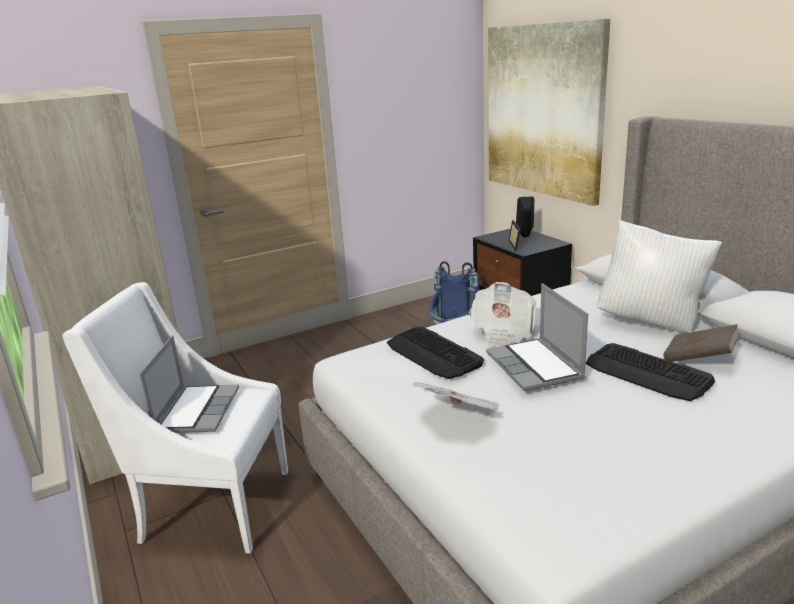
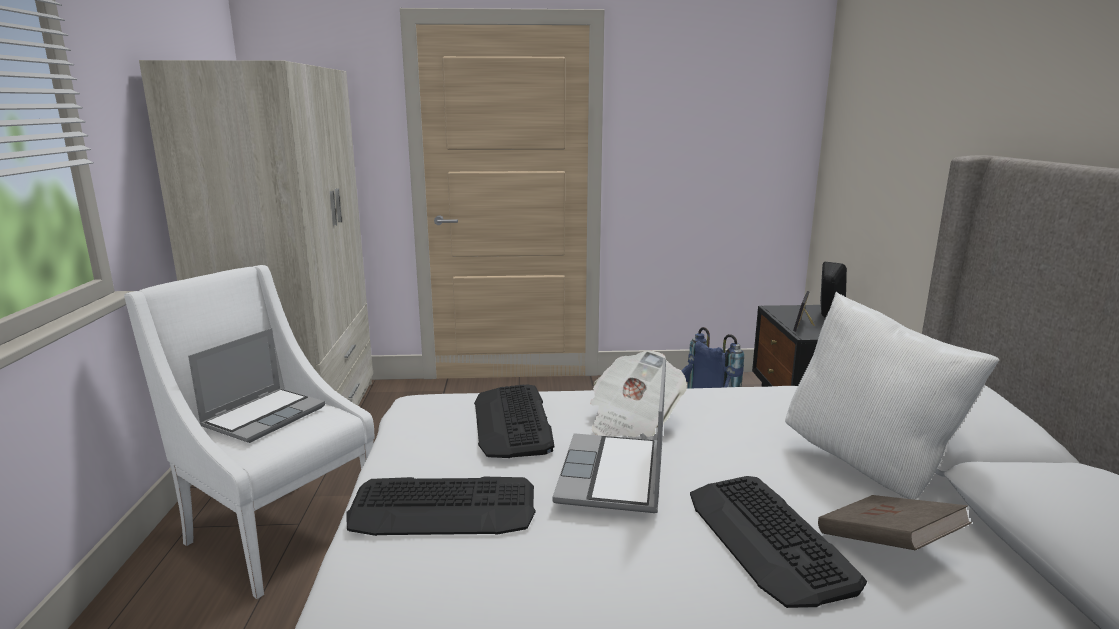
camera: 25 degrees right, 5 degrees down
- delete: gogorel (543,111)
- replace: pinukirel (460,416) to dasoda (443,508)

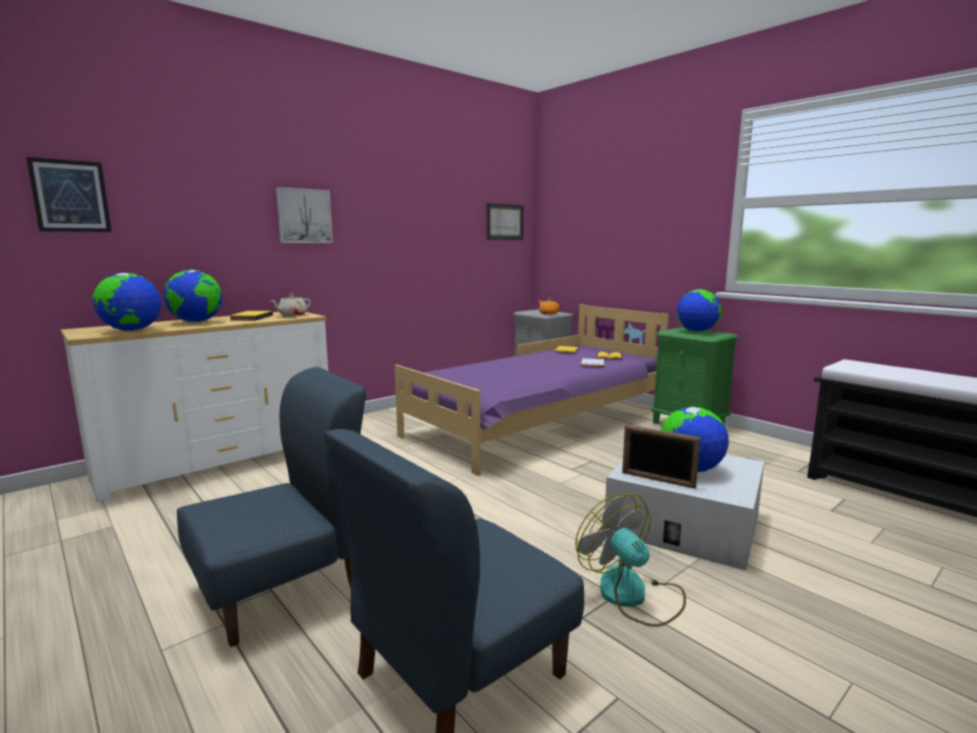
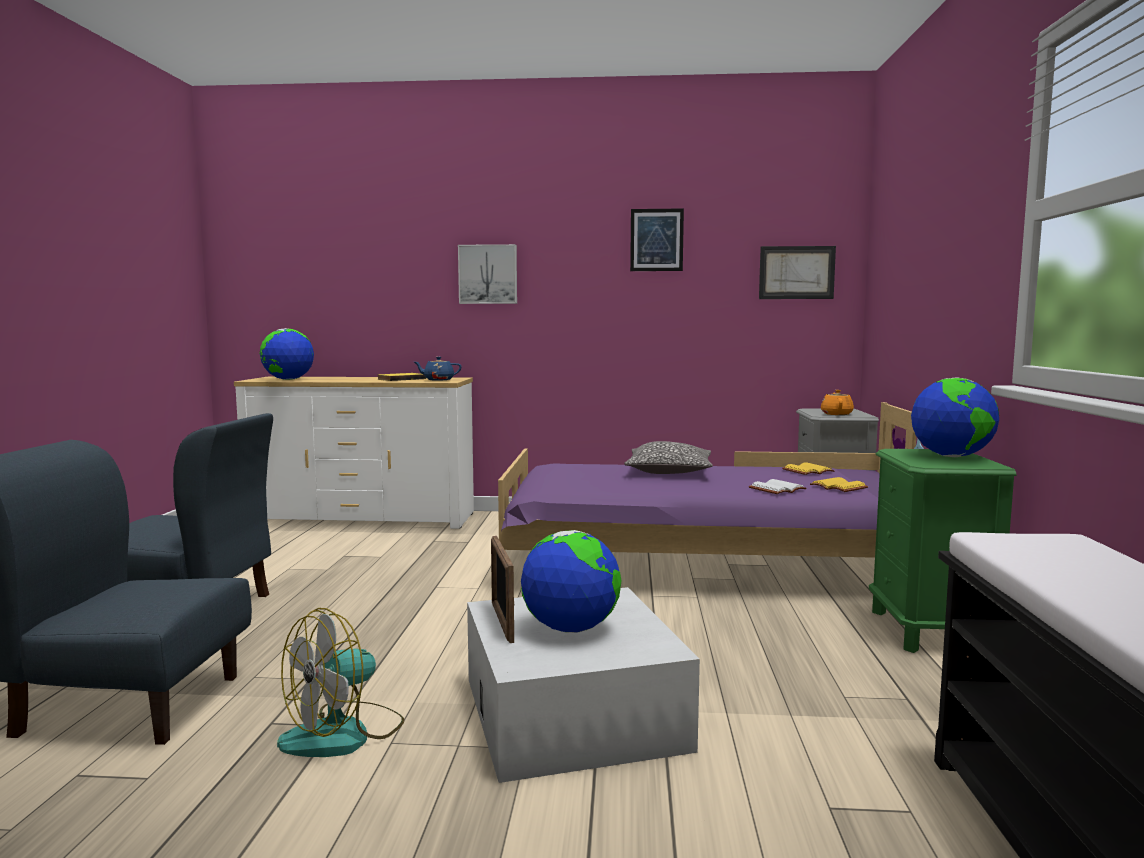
camera: 45 degrees right, 5 degrees down
- move: gogorel (70,196) to (656,240)
- delete: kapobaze (196,322)
- recolor: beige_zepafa (292,315) to blue_zepafa (438,380)
- rotate: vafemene (632,596) = (344,734) 150 degrees counterclockwise
- insert: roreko (669,471)

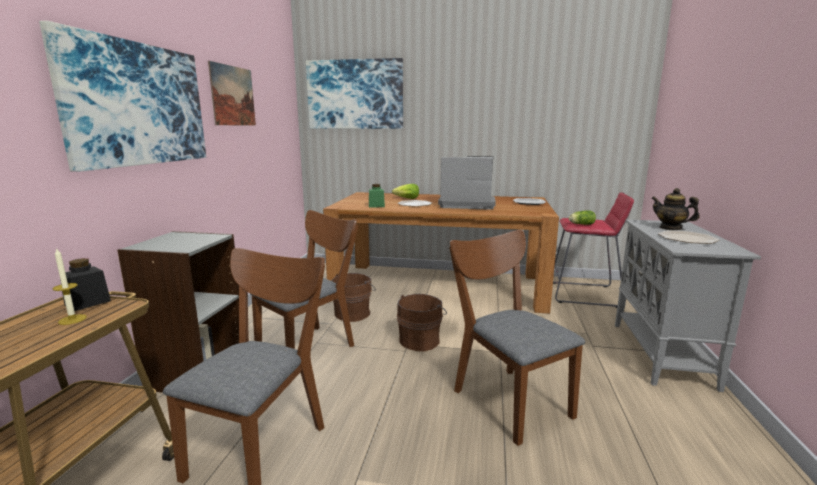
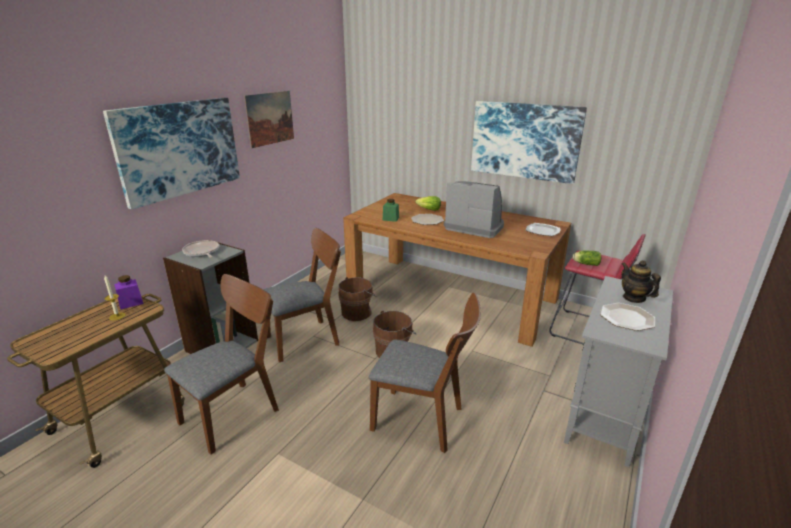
camera: 20 degrees right, 10 degrees up
- move: gogorel (355,94) to (525,141)
- rotate: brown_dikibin (506,398) = (424,421) 120 degrees clockwise
- recolor: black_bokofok (87,303) to purple_bokofok (131,303)
- insert: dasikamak (202,252)

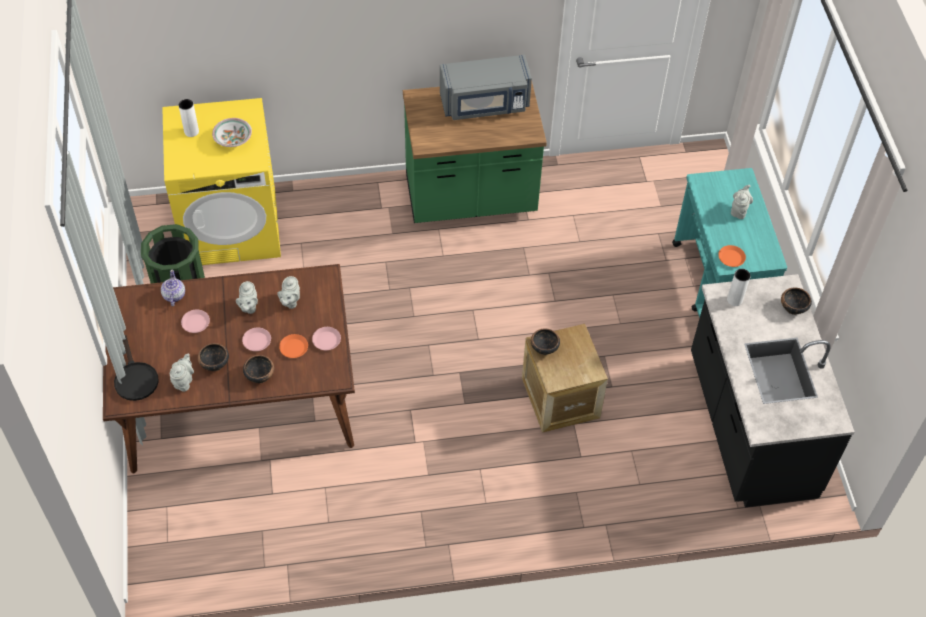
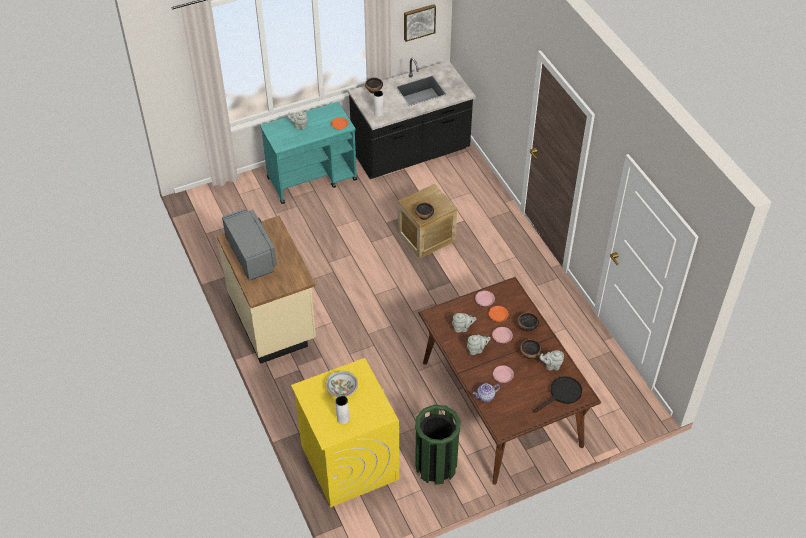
camera: 105 degrees left, 5 degrees down
- recolor: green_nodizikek (470,198) to beige_nodizikek (273,319)
- insert: gogorel (419,21)

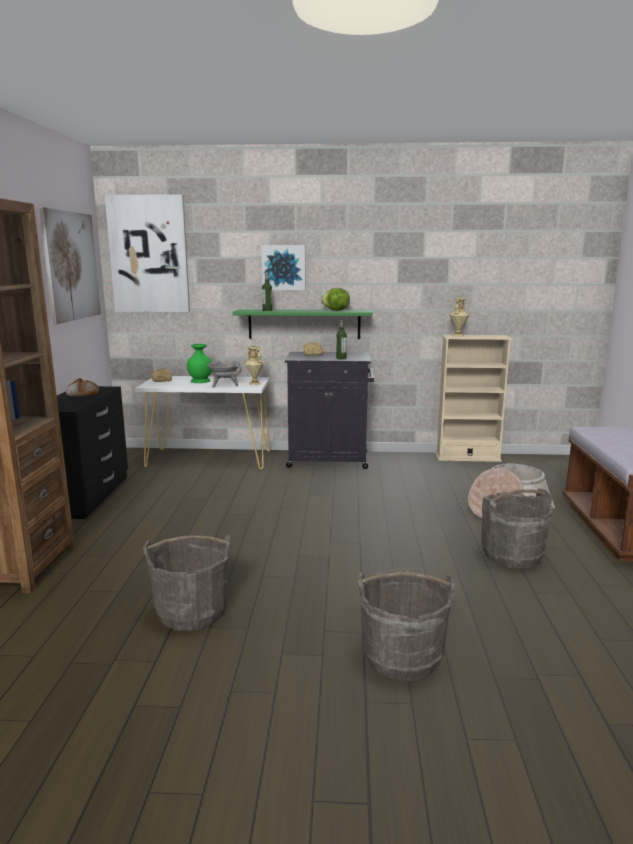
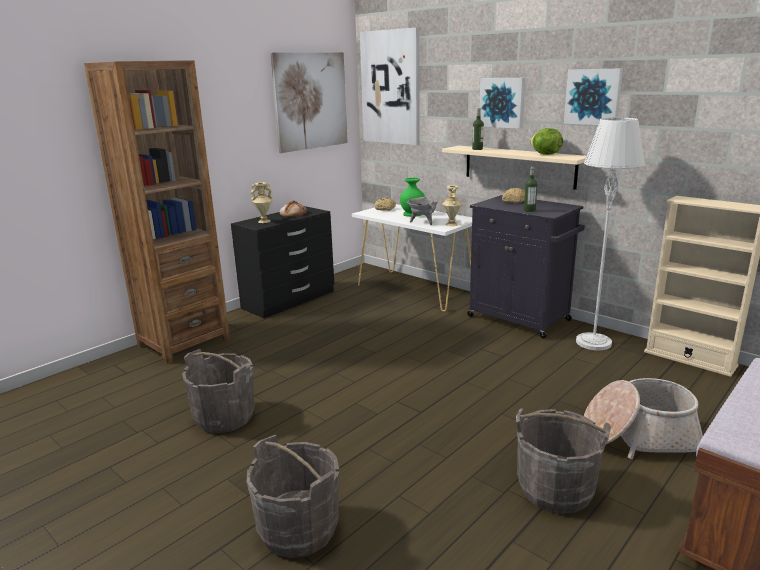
camera: 40 degrees right, 5 degrees up
- move: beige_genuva (458,335) to (264,221)
- recolor: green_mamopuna (304,324) to beige_mamopuna (519,166)
- insert: gogorel (593,97)
- insert: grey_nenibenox (593,342)

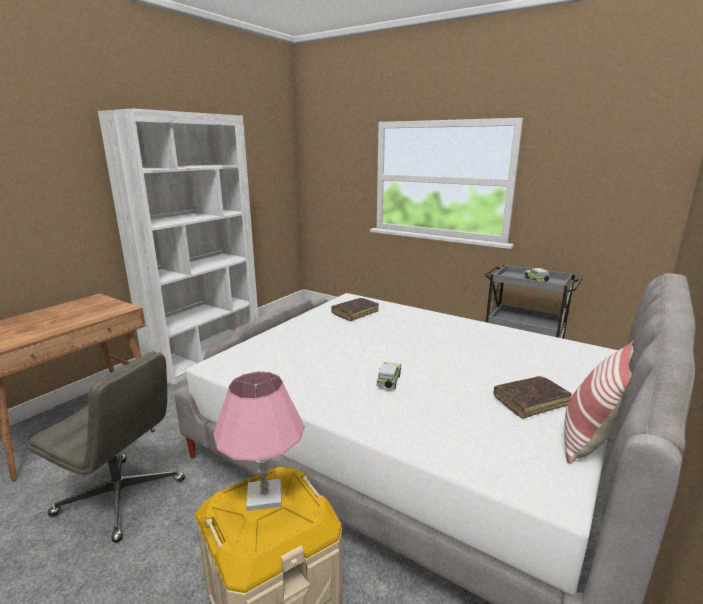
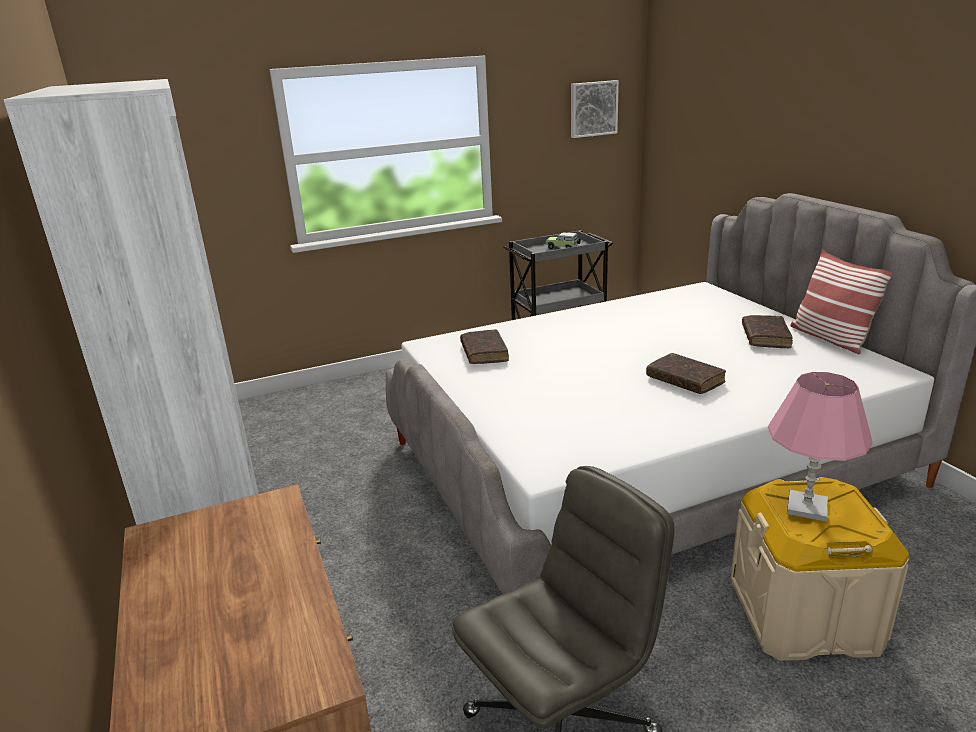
camera: 55 degrees left, 5 degrees up
- replace: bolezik (388,382) to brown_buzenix (685,381)
- insert: gogorel (593,108)

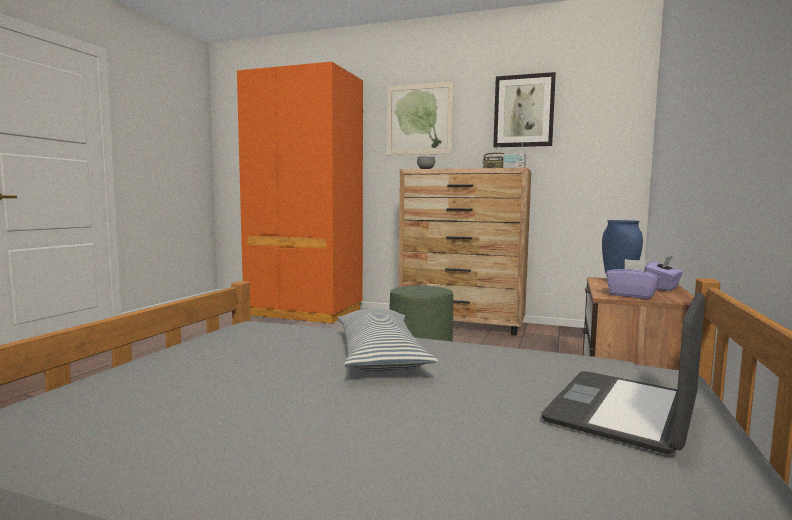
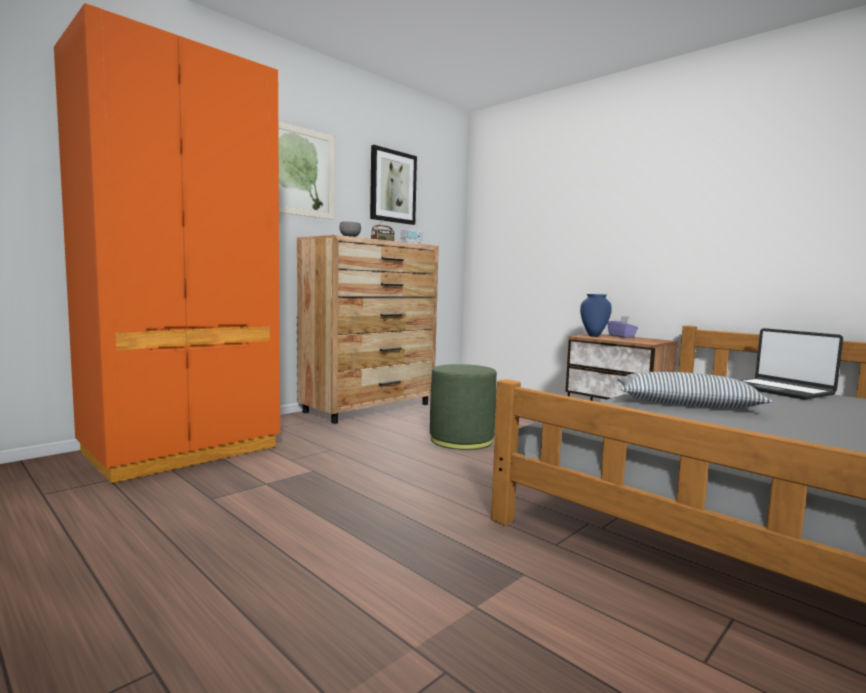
camera: 65 degrees left, 0 degrees up
- delete: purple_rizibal (631,295)

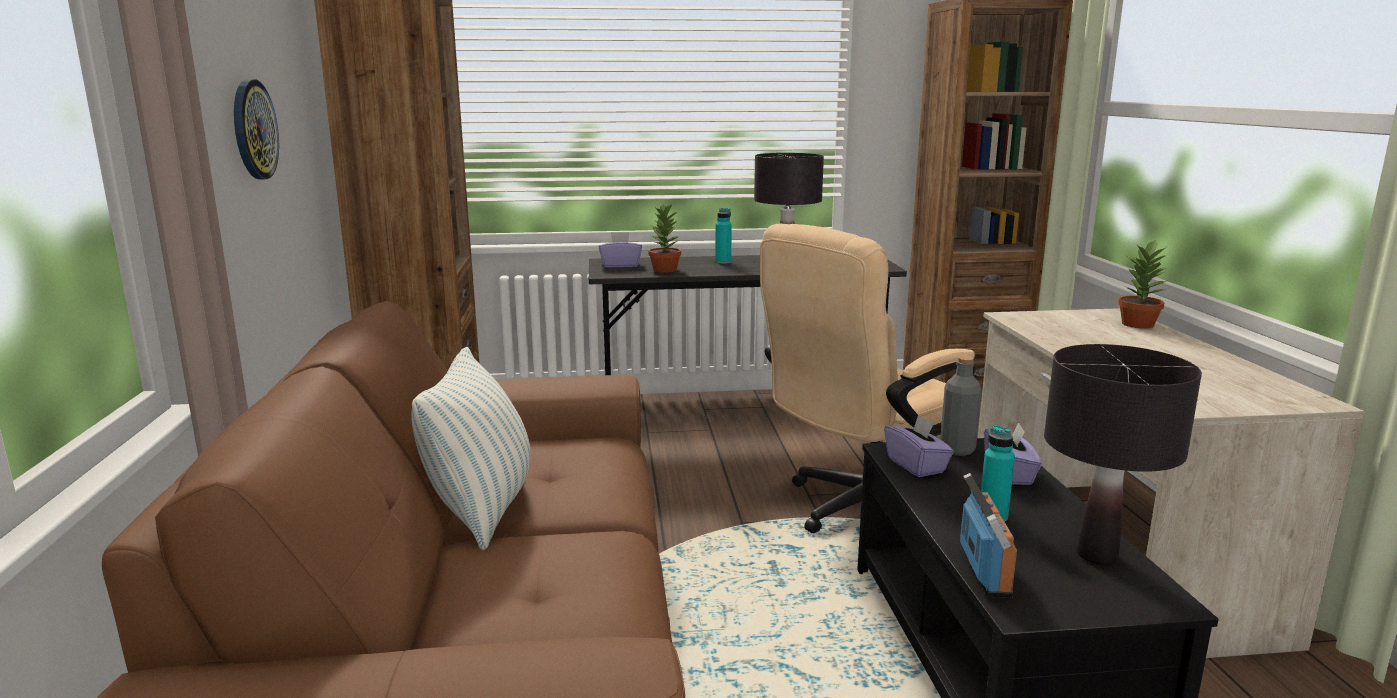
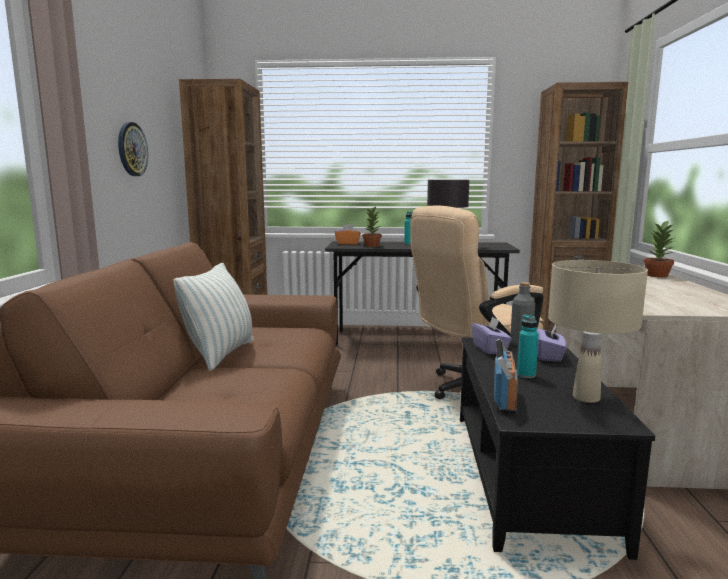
camera: 10 degrees right, 5 degrees down
- recolor: purple_rizibal (620,265) to orange_rizibal (348,243)
- recolor: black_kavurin (1097,555) to beige_kavurin (586,398)

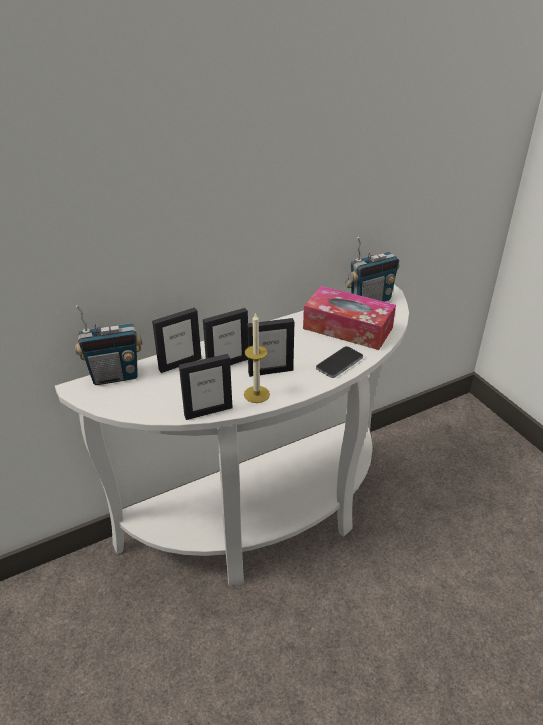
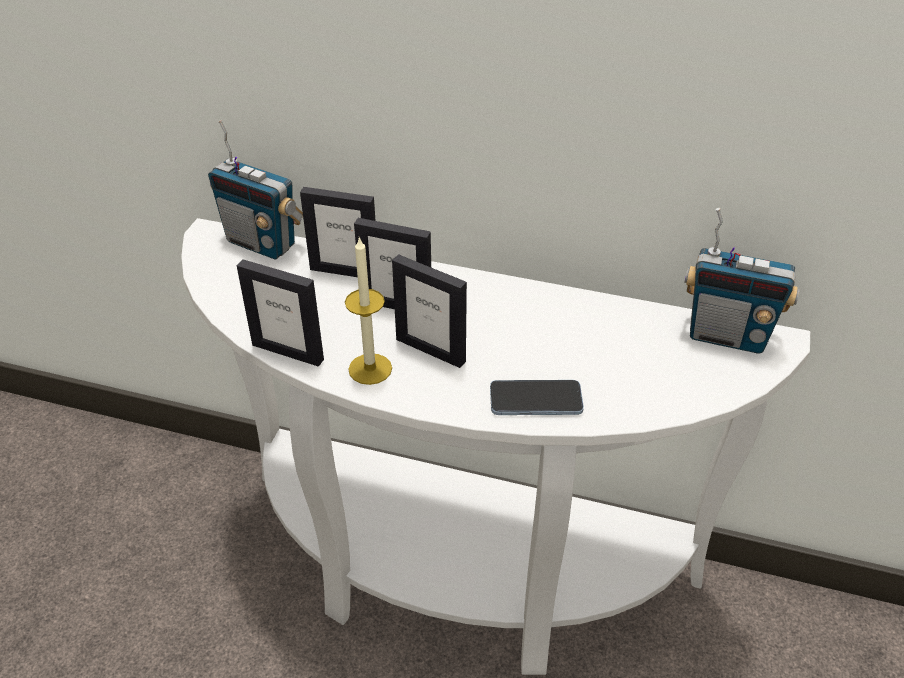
camera: 45 degrees right, 5 degrees up
- delete: rizibal (347,328)

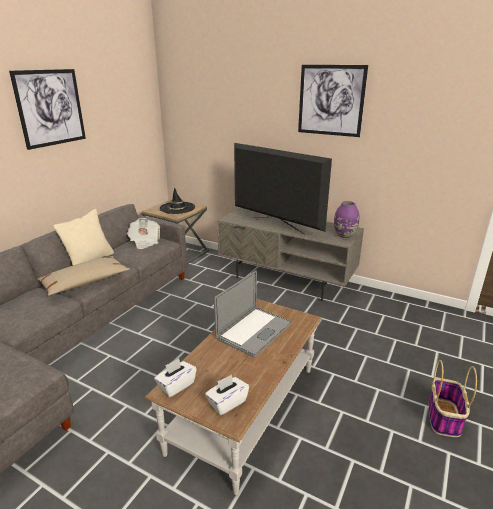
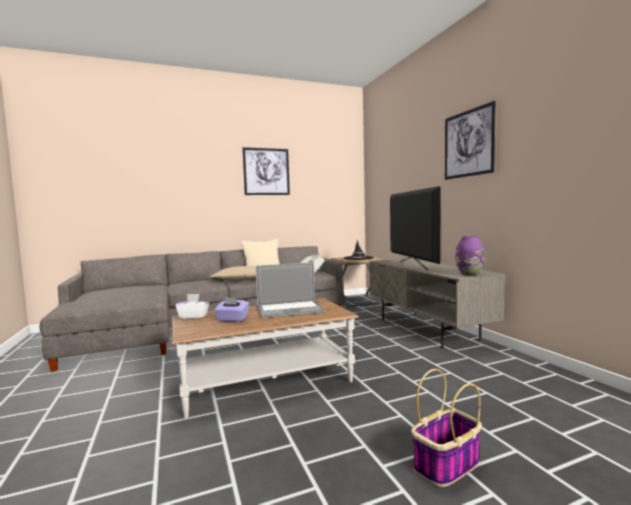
camera: 40 degrees right, 20 degrees down
- delete: white_rizibal (227,403)
- insert: purple_rizibal (232,319)

